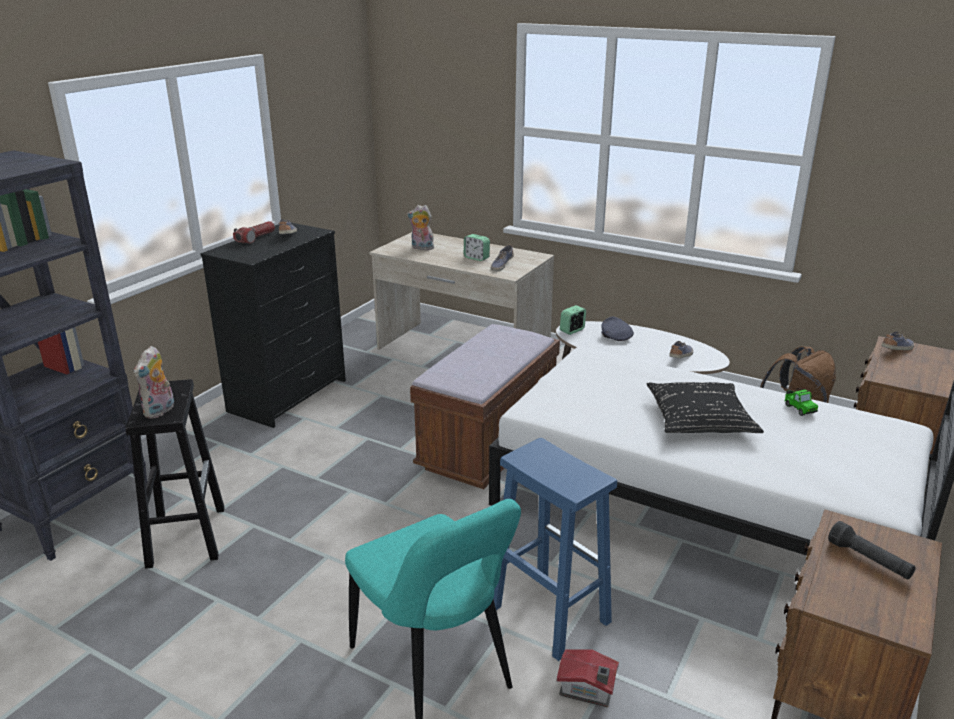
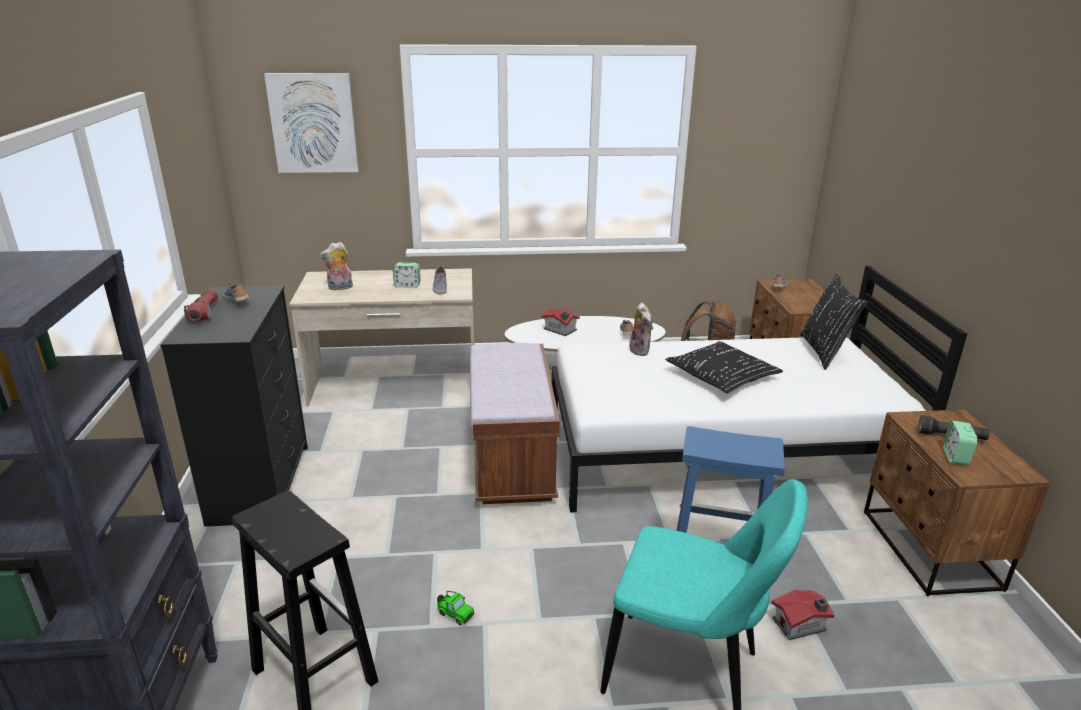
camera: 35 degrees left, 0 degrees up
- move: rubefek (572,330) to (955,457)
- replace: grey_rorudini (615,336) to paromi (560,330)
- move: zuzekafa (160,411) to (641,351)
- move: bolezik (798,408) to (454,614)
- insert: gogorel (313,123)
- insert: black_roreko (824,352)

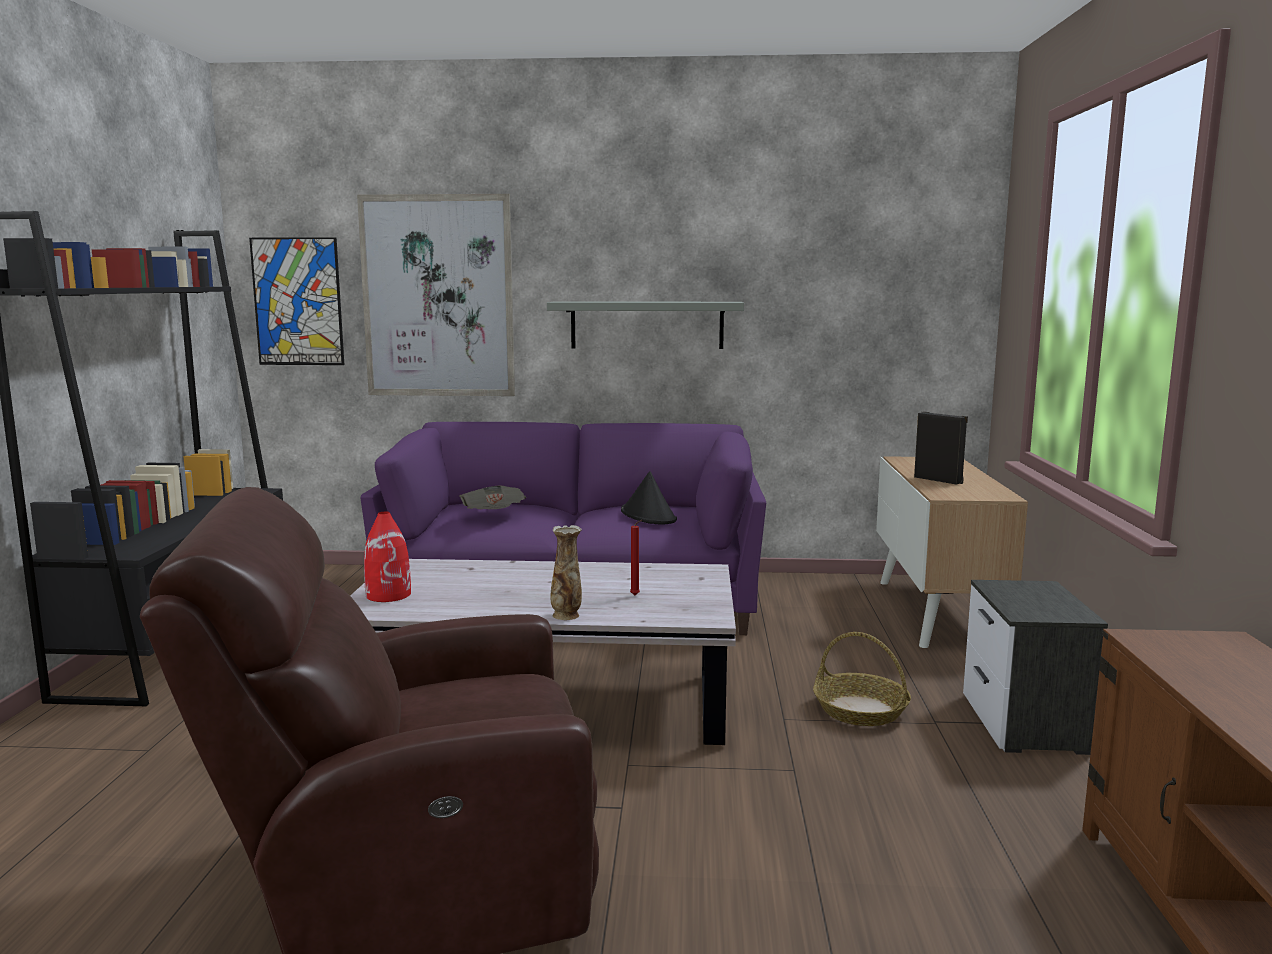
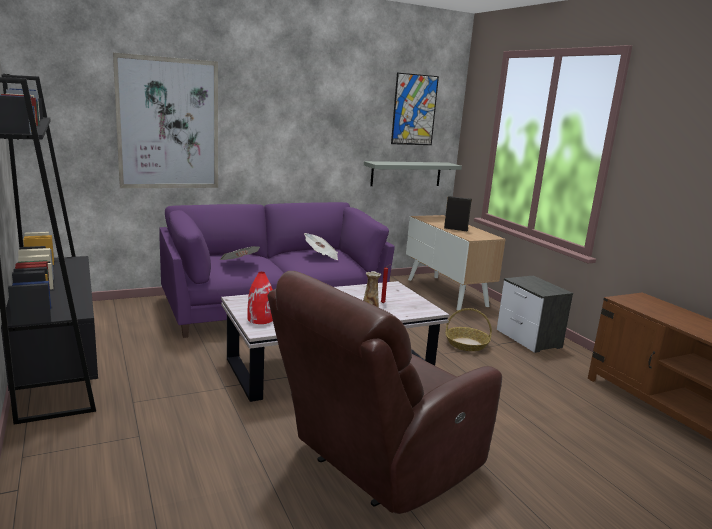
camera: 30 degrees left, 5 degrees up
- move: gogorel (297,302) to (414,110)
- move: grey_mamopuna (647,325) to (406,173)
- replace: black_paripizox (648,515) to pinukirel (321,256)

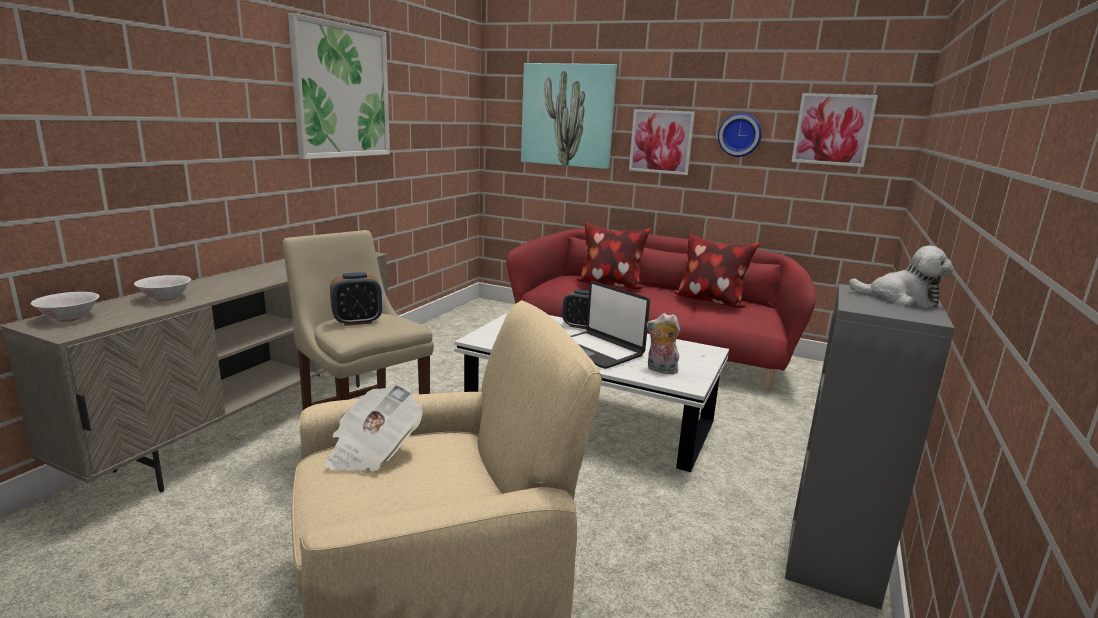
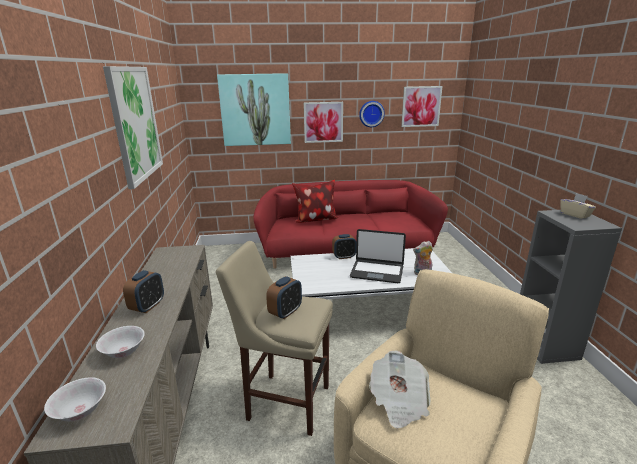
camera: 30 degrees left, 5 degrees up
- delete: roreko (710,301)
- replace: zuzekafa (900,299) to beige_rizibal (575,215)
- insert: rubefek (147,306)

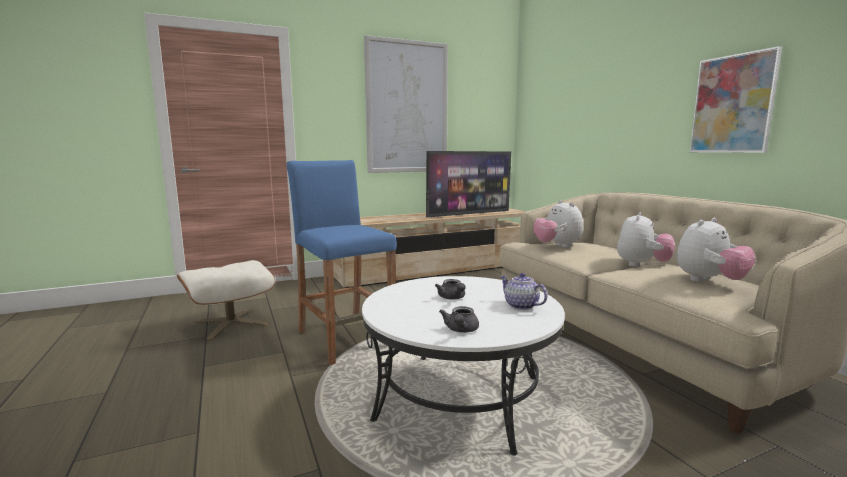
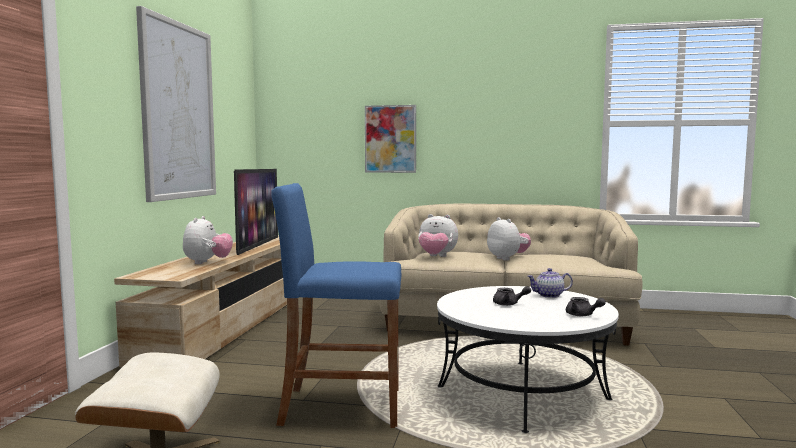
camera: 55 degrees left, 5 degrees down
- move: gogorel (733,104) to (390,139)
- move: zuzekafa (709,281) to (207,262)

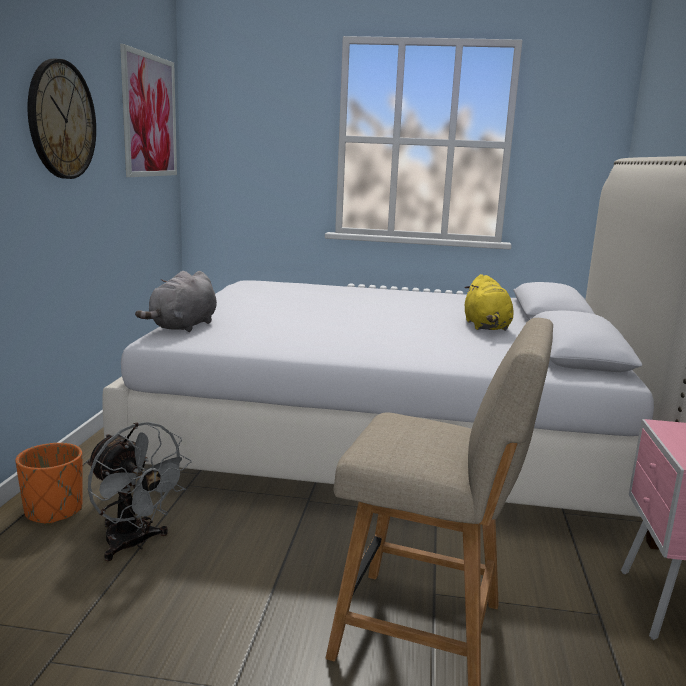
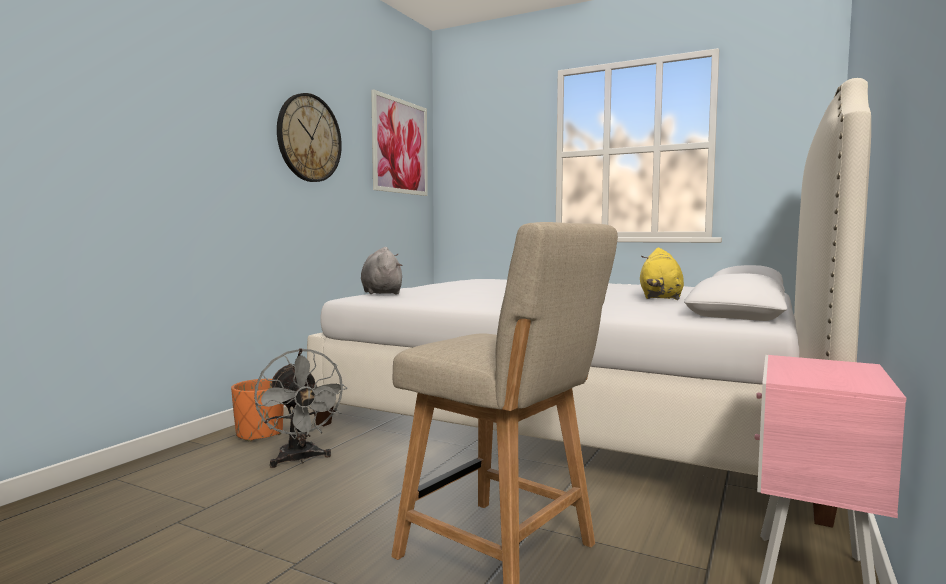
camera: 20 degrees right, 10 degrees down
- rotate: grey_zuzekafa (183,327) = (381,293) 120 degrees clockwise

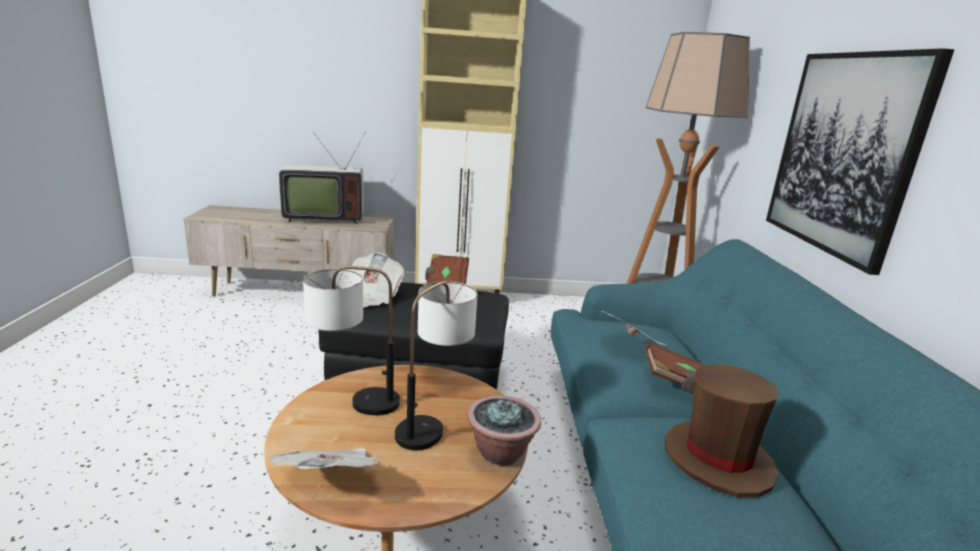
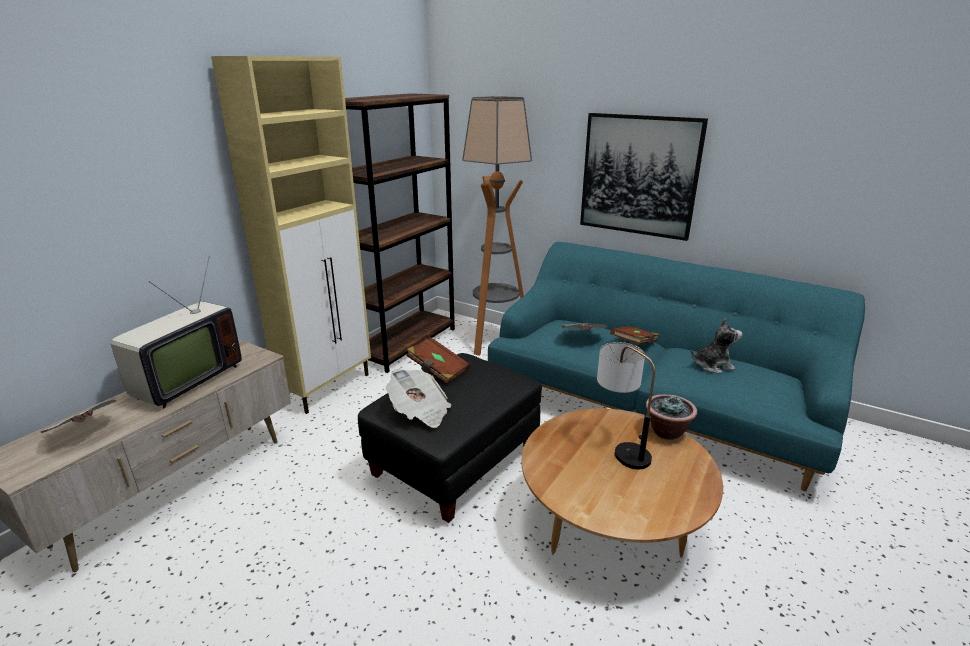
camera: 55 degrees left, 5 degrees up
- delete: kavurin (353,400)
- replace: brown_paripizox (718,459) to zuzekafa (712,365)
- move: pinukirel (331,480) to (84,431)
- insert: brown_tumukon (406,344)

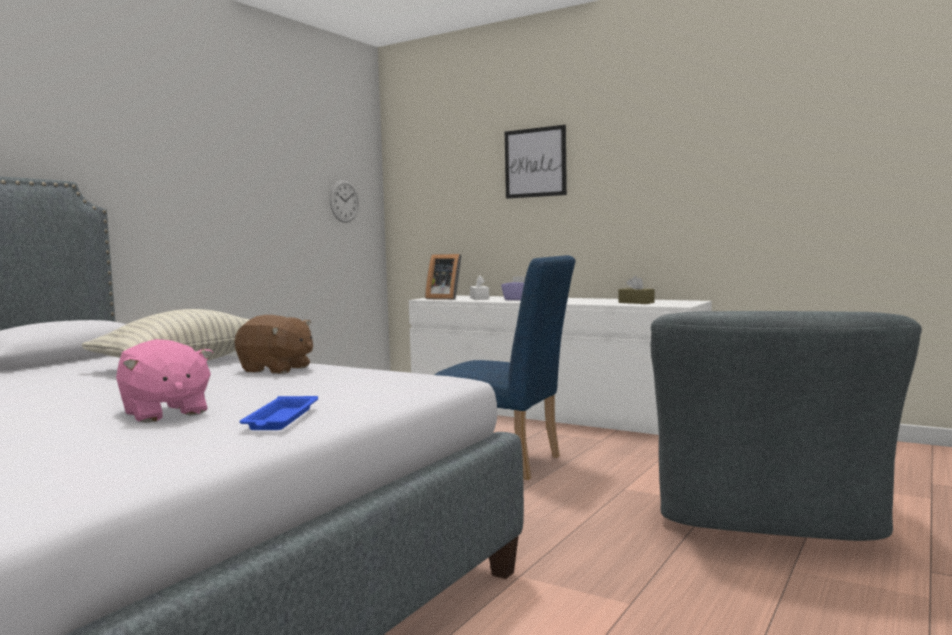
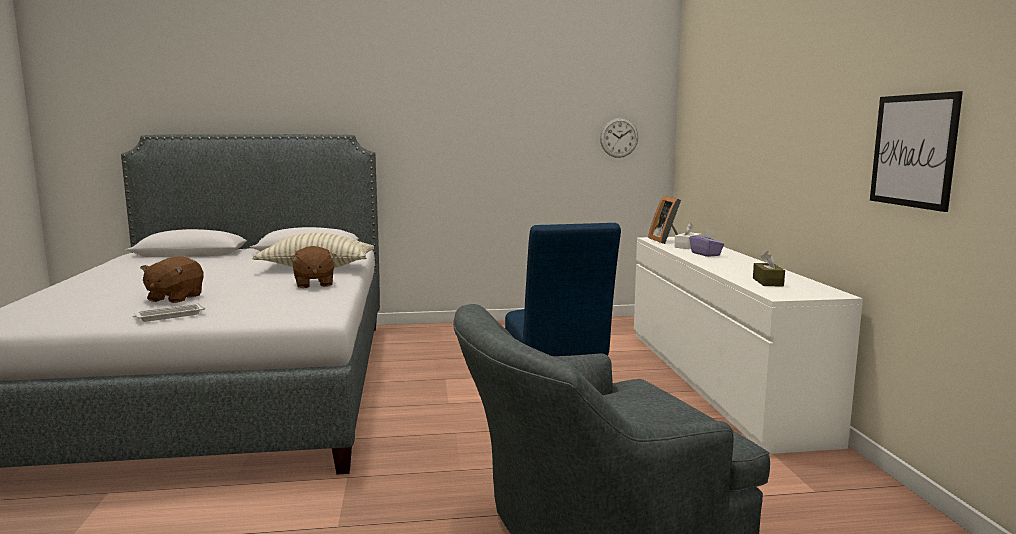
camera: 50 degrees right, 5 degrees up
- move: gogorel (535,162) to (913,150)
- recolor: pink_zuzekafa (164,413) to brown_zuzekafa (174,298)
- recolor: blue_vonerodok (280,419) to white_vonerodok (168,316)

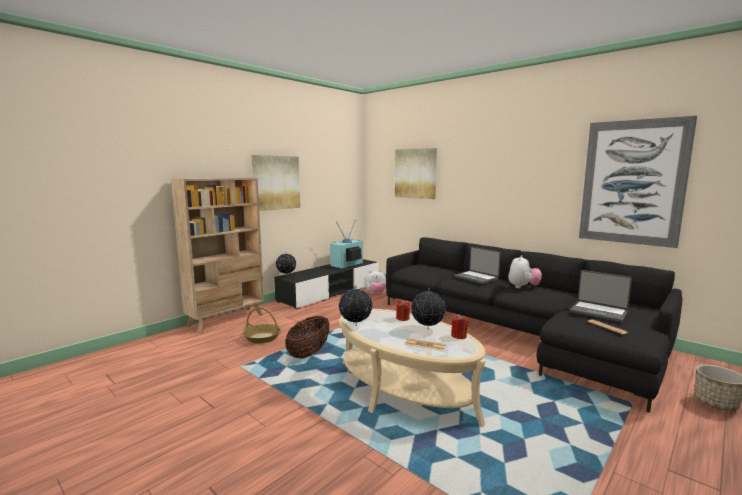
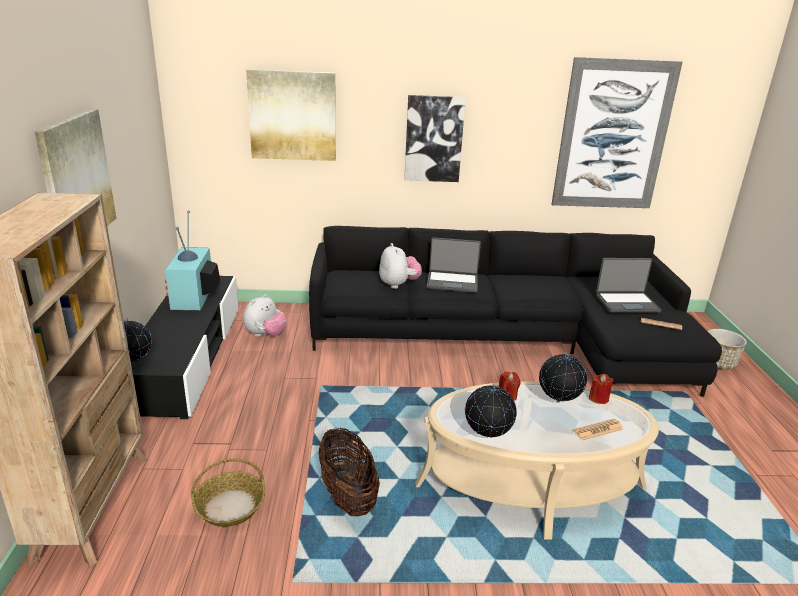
camera: 45 degrees left, 15 degrees up
- move: zuzekafa (523,287) to (398,285)
- insert: gogorel (433,139)

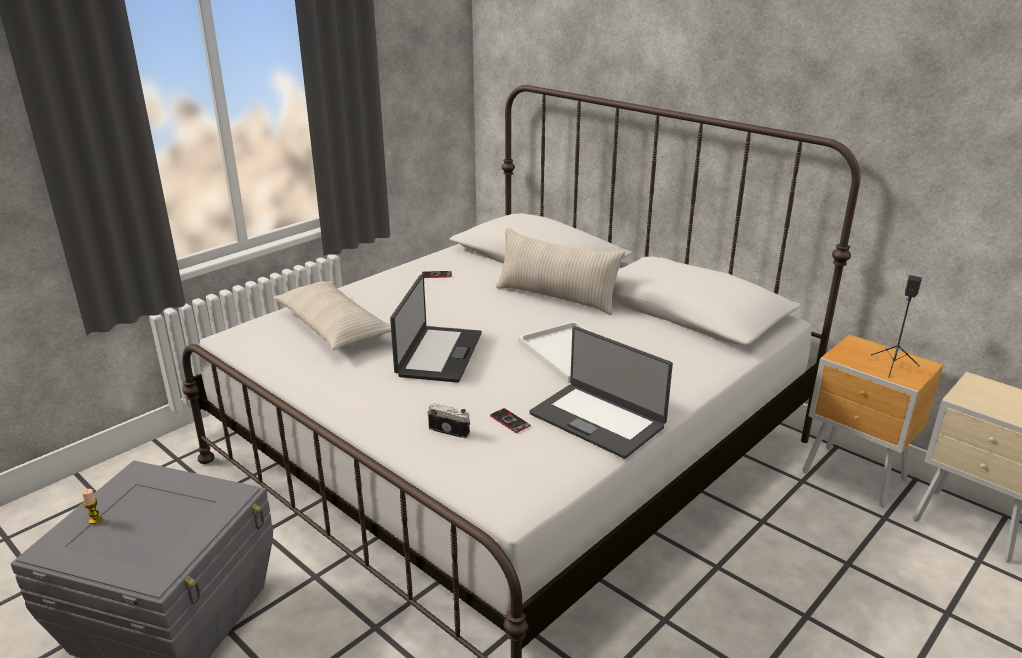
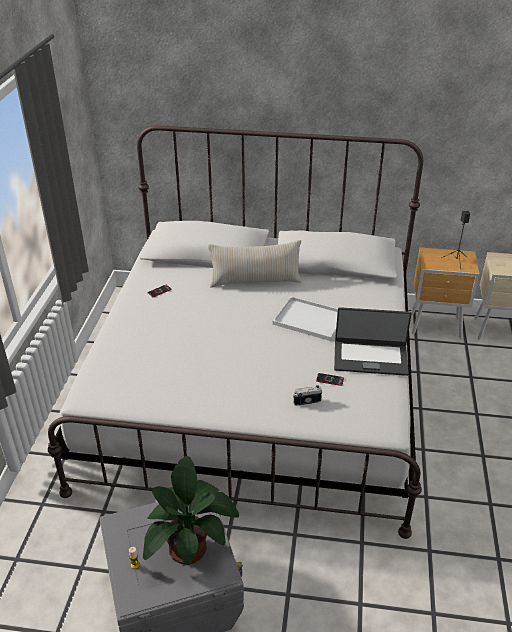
camera: 35 degrees left, 10 degrees up
- delete: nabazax (438,354)
- delete: beige_roreko (334,327)
- insert: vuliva (190,545)

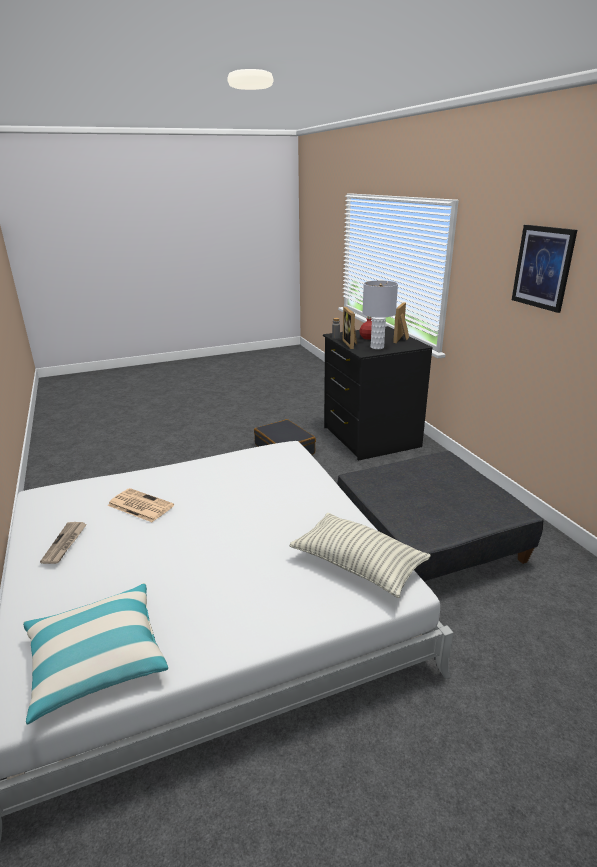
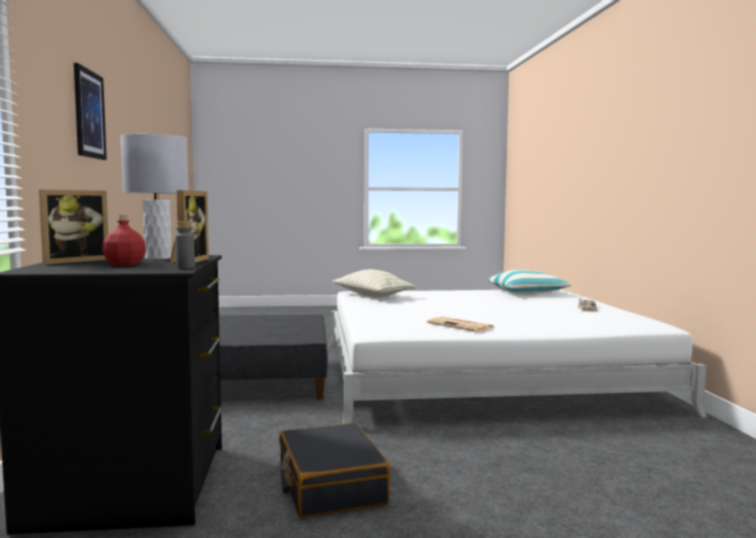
camera: 165 degrees left, 20 degrees down
- move: pinukirel (139,505) to (461,325)

